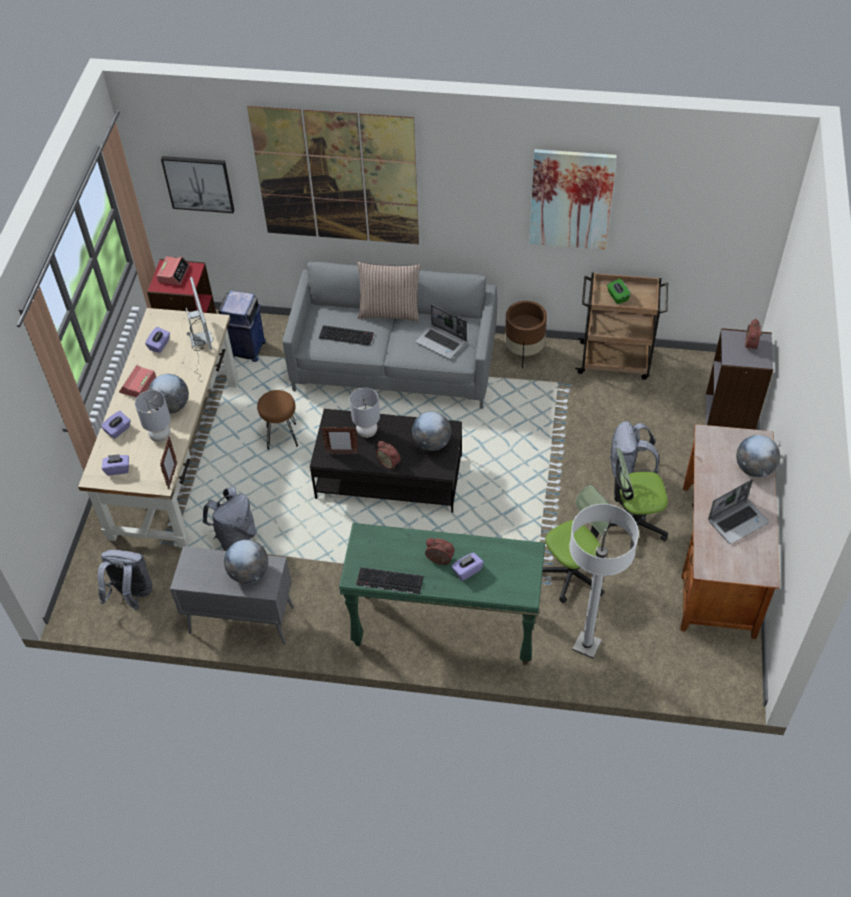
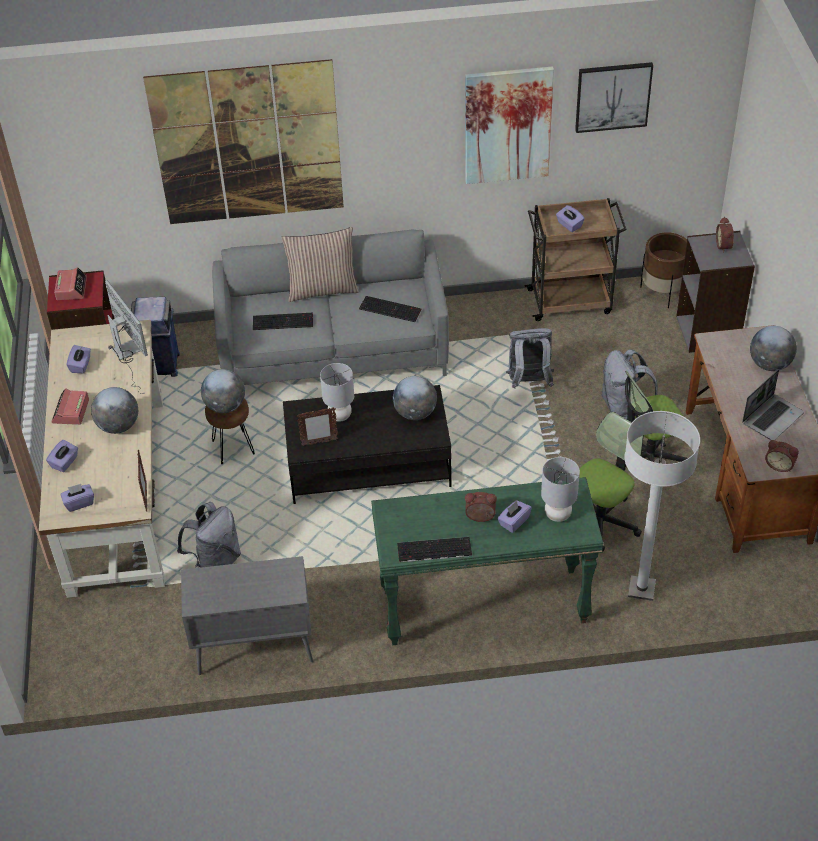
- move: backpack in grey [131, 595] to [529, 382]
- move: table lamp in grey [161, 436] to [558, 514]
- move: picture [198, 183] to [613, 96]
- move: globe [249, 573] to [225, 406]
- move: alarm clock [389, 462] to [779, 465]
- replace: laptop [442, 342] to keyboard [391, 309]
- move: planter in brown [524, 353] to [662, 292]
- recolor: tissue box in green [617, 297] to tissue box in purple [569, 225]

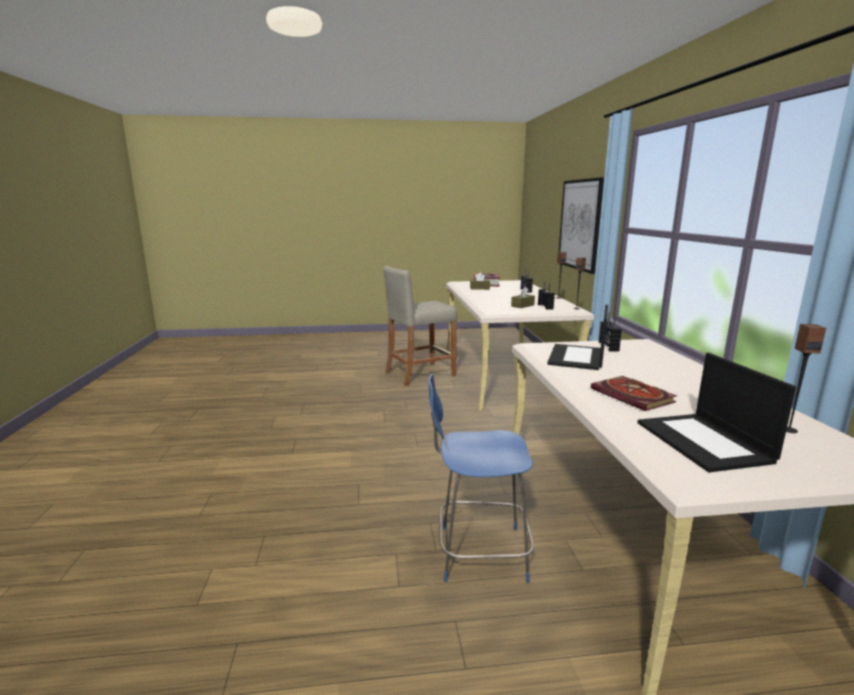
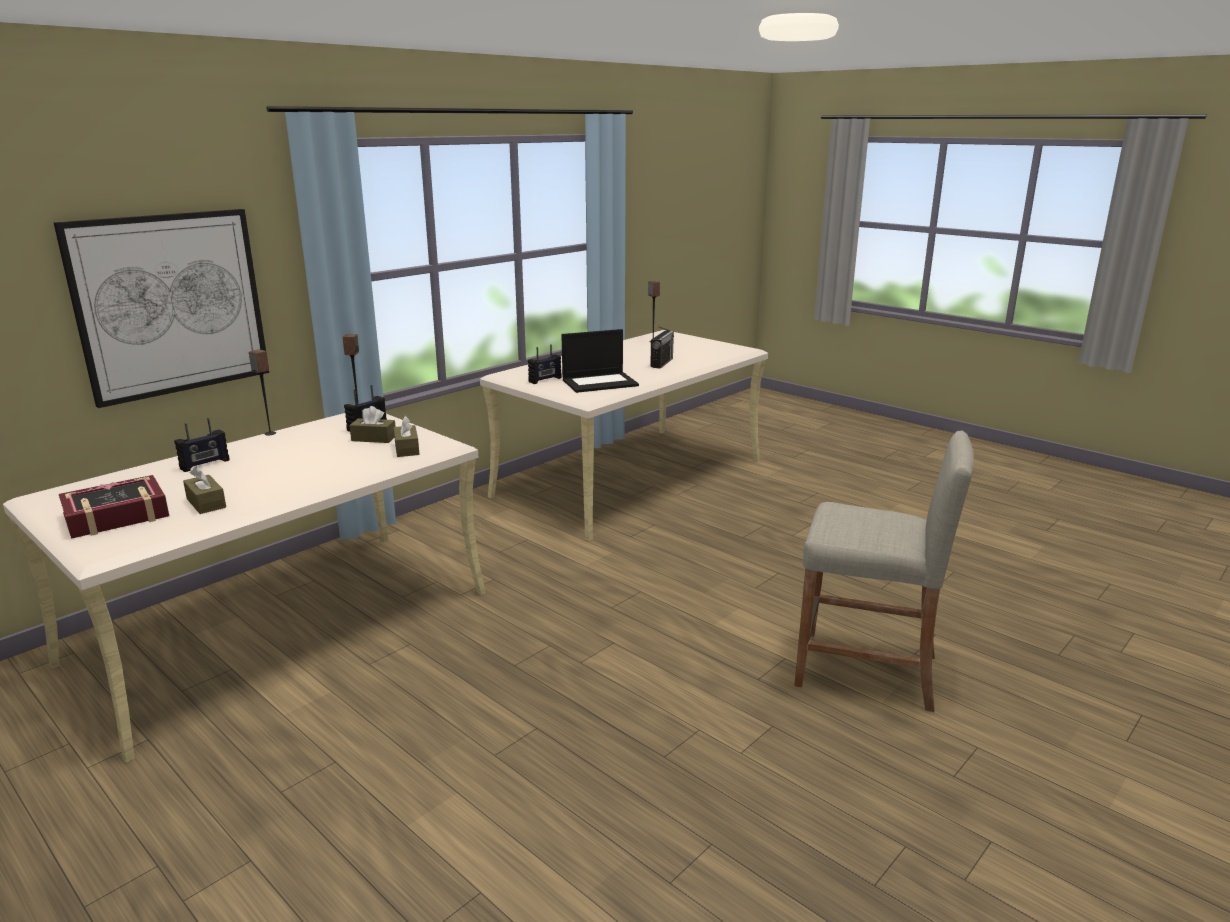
- move: stool in beige [420, 374] to [866, 670]
- delete: chair in blue [478, 553]
- replace: book [634, 396] to radio [661, 363]
- delete: laptop [704, 442]
- insert: tissue box in brown [407, 449]

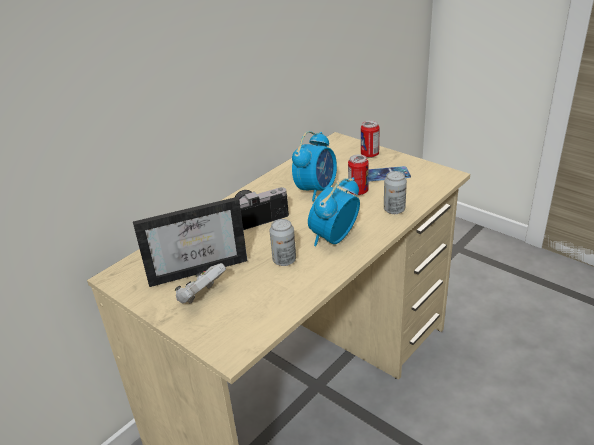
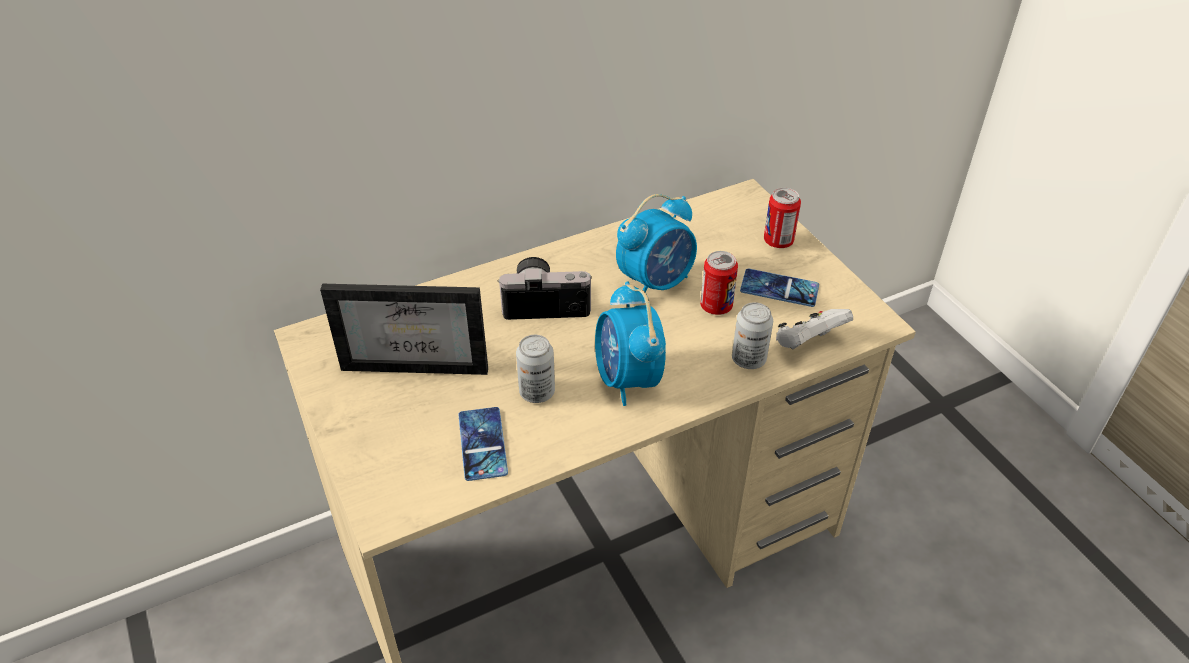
- move: game controller in white [201, 296] to [808, 343]
- rotate: alarm clock [333, 238] = [627, 380] 75 degrees counterclockwise
- insert: phone [482, 444]

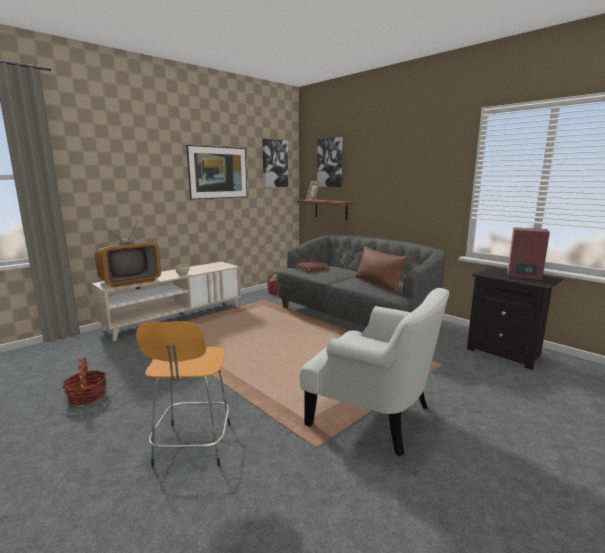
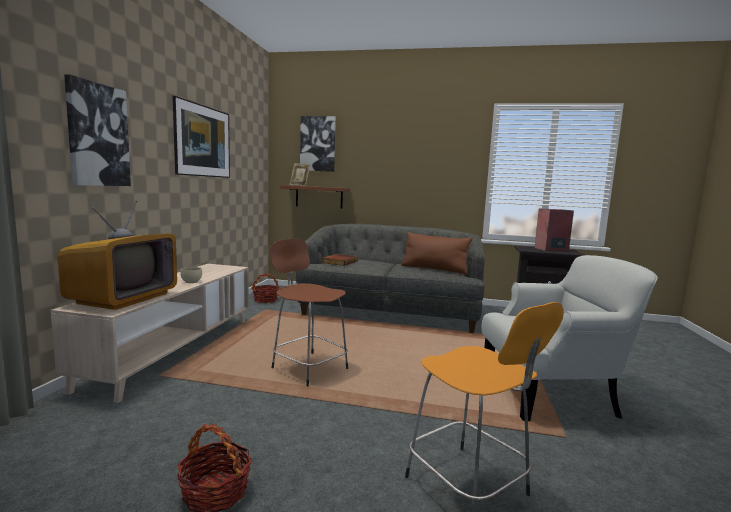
- move: picture [274, 163] to [97, 135]
- insert: stool in brown [308, 368]

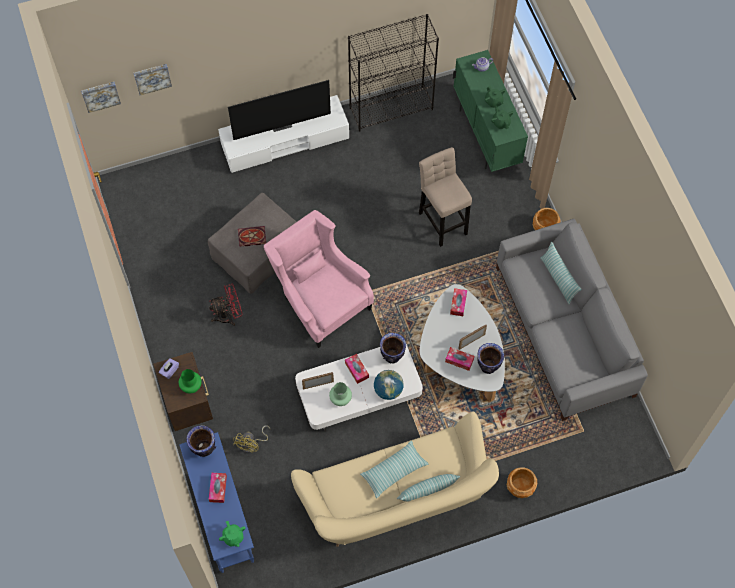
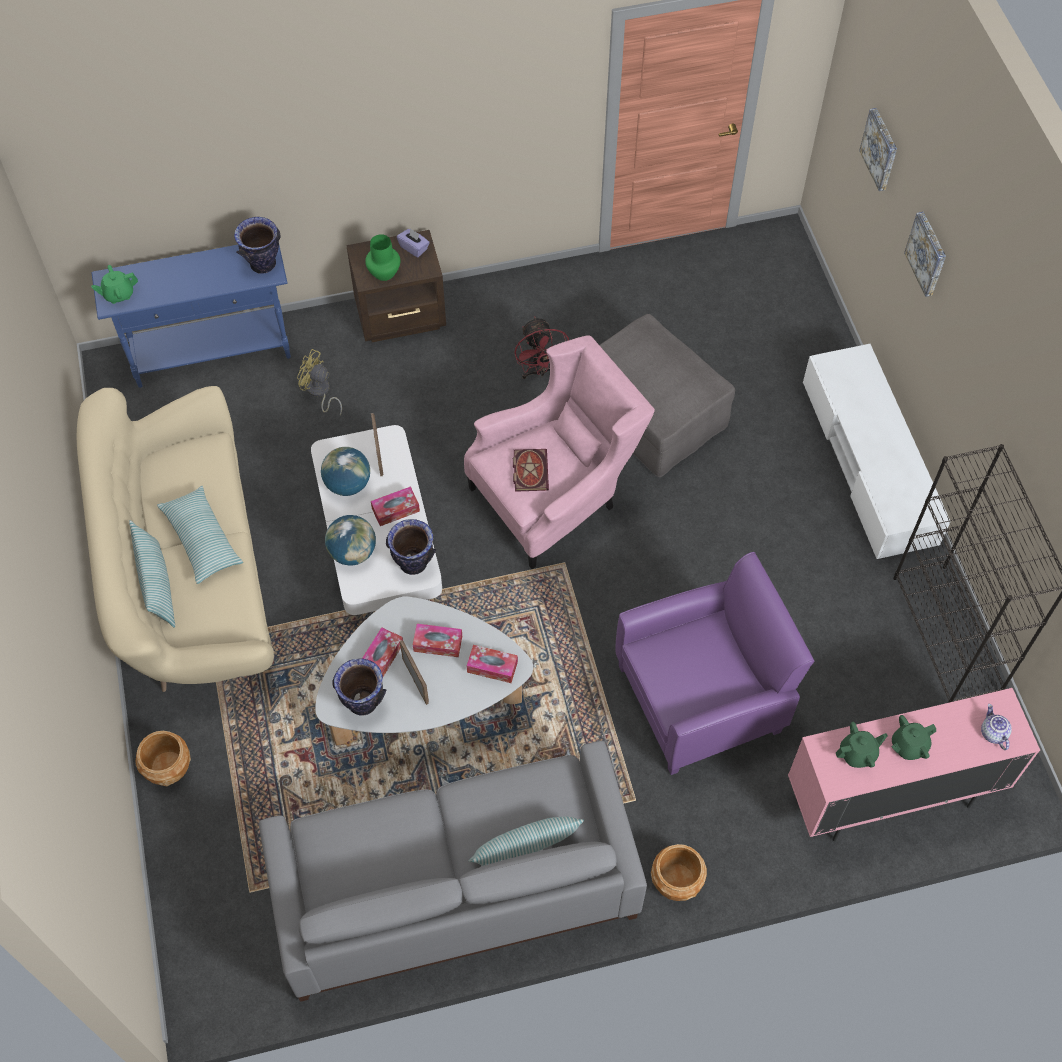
- move: picture [100, 95] to [928, 253]
- move: tissue box [218, 489] to [438, 643]
- delete: television [281, 124]
- move: book [251, 237] to [529, 470]
- replace: vase in green [341, 399] to globe [348, 484]
- replace: stool in beige [442, 220] to armchair in purple [701, 698]
- recolor: cabinet in green [486, 136] to cabinet in pink [890, 797]

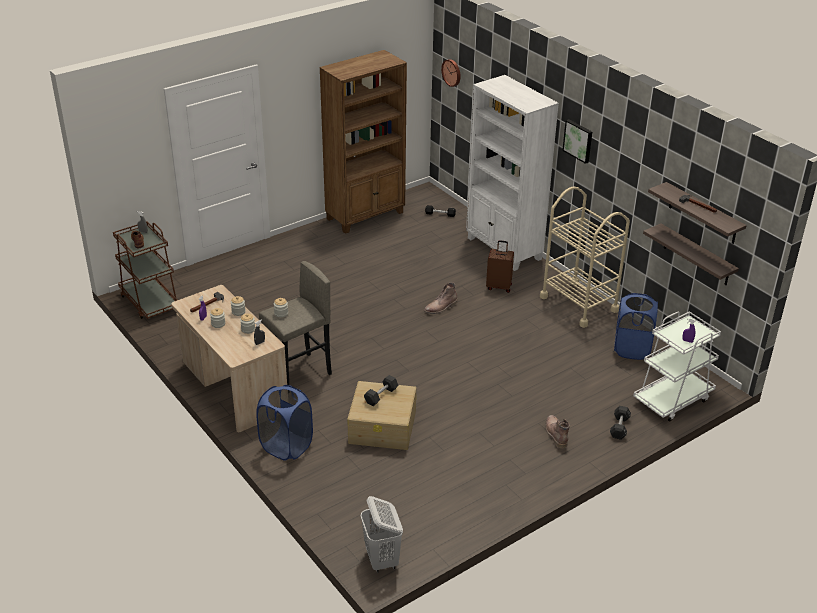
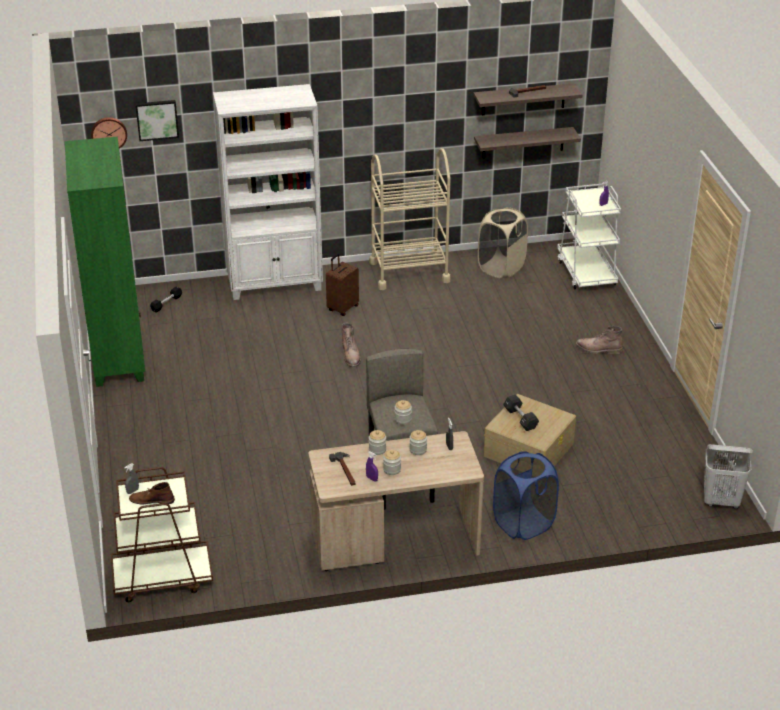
- recolor: bookcase in brown [366, 216] to bookcase in green [118, 355]
- move: picture [578, 140] to [157, 119]
- delete: dumbbell in black [619, 427]
- recolor: laundry basket in blue [631, 349] to laundry basket in beige [501, 268]

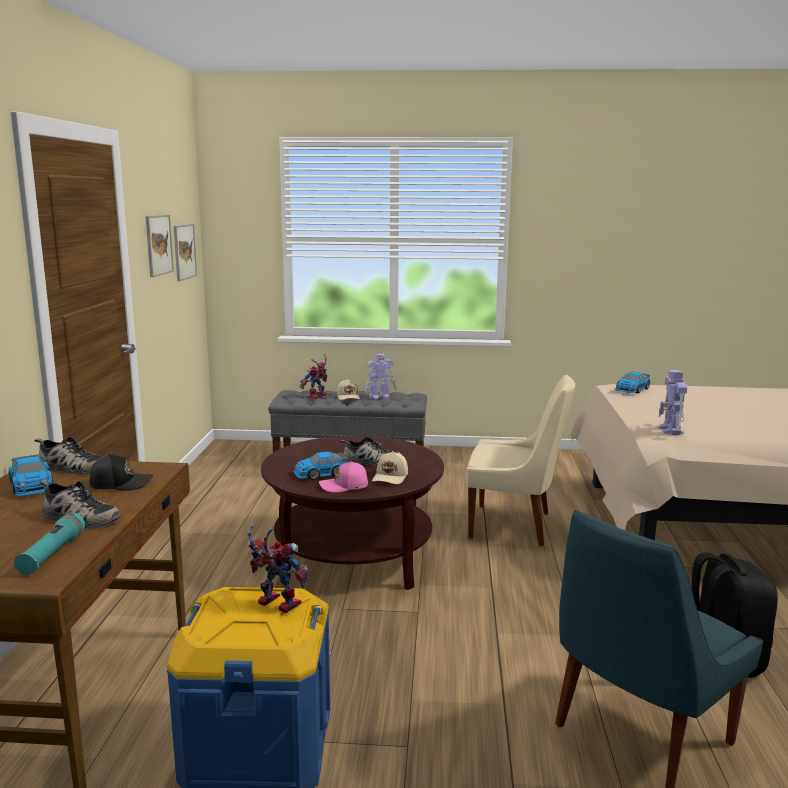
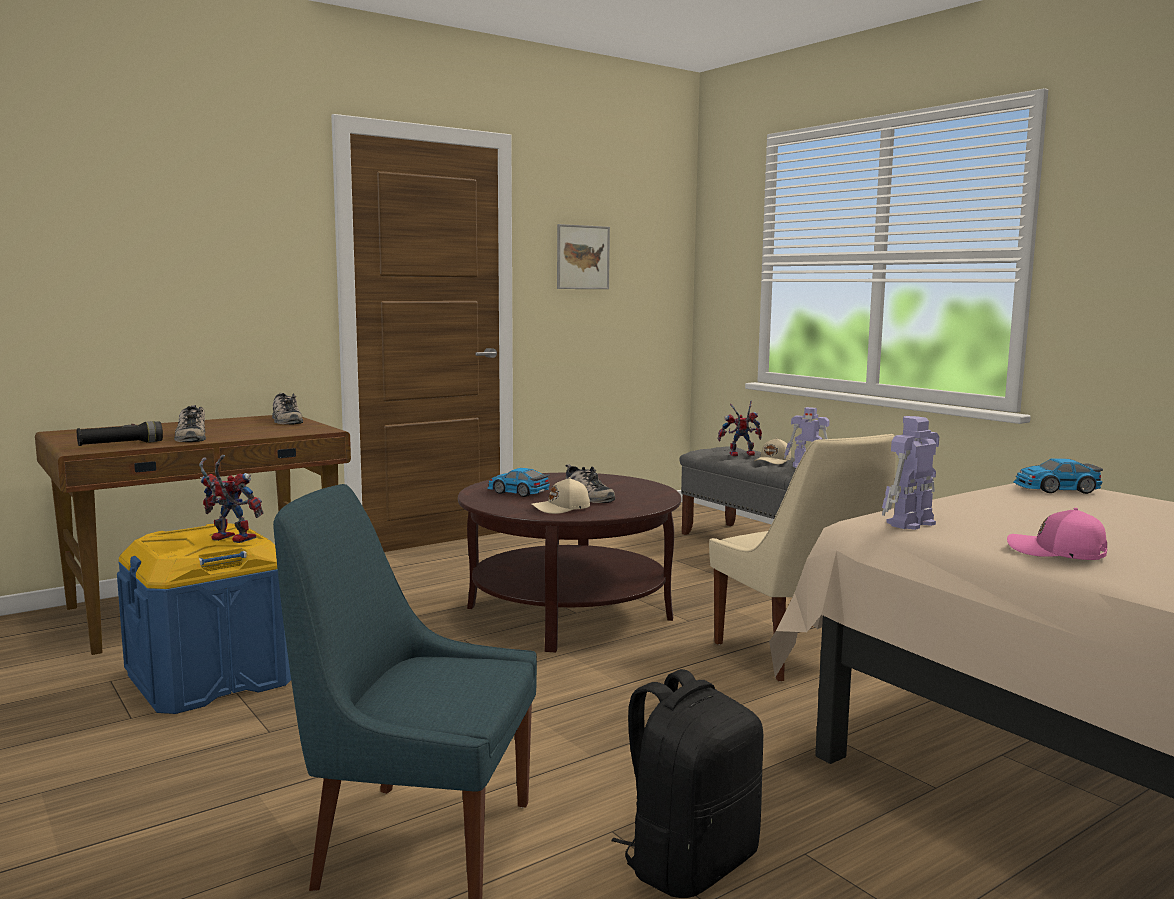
- delete: toy car [32, 486]
- recolor: flashlight in turquoise [52, 554] to flashlight in black [121, 444]
- delete: cap in black [121, 483]
- delete: picture [184, 251]
- rotate: toy robot [274, 604] = [228, 539] 60 degrees counterclockwise
- move: cap in pink [344, 486] to [1057, 552]

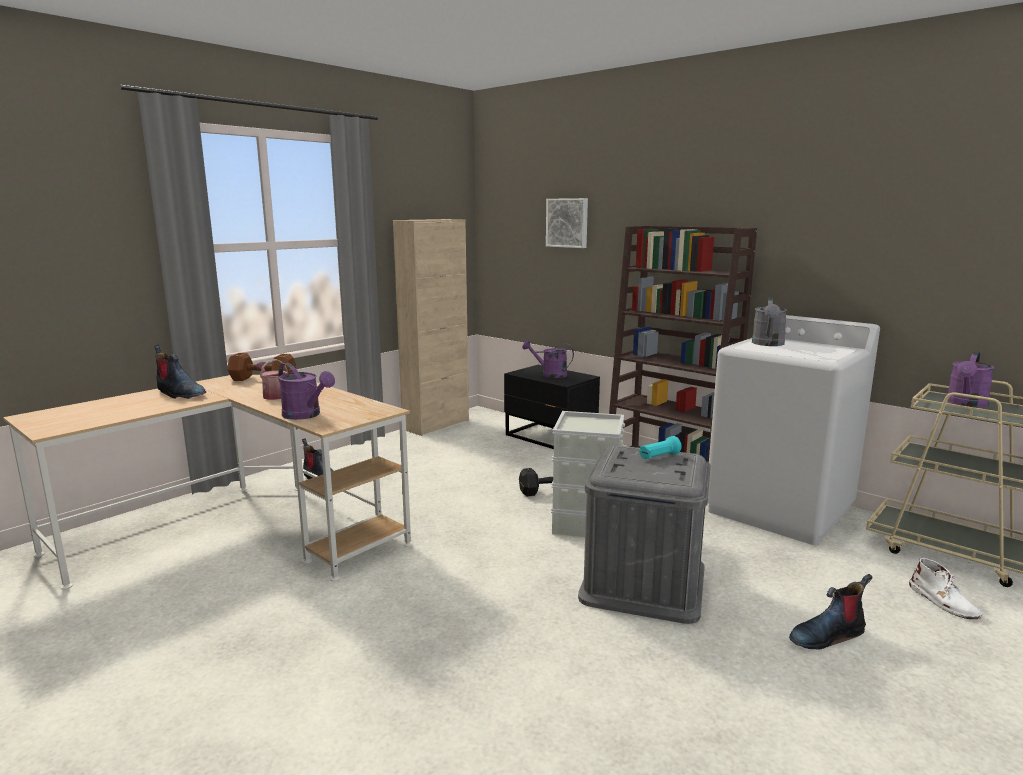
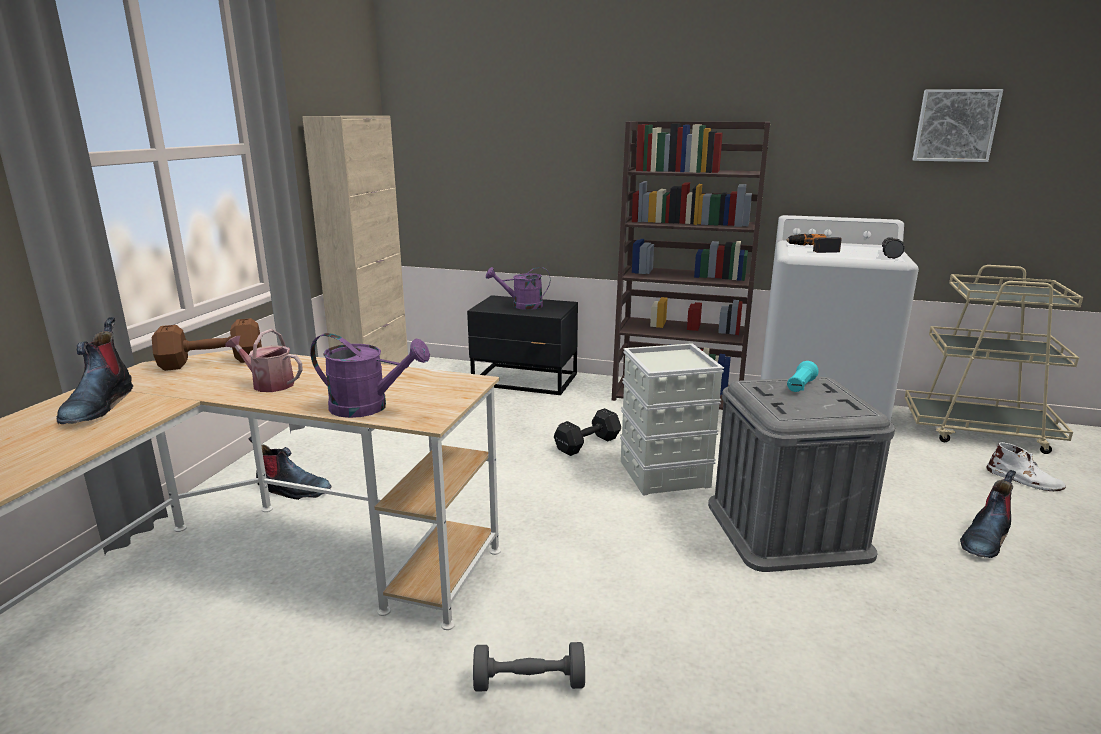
- rotate: boot [179, 393] = [98, 405] 75 degrees clockwise
- move: picture [567, 223] to [955, 125]
- replace: watering can in grey [768, 344] to power drill [812, 248]
- delete: watering can in purple [966, 404]
- insert: dumbbell in grey [529, 683]
- insert: flashlight [891, 255]

